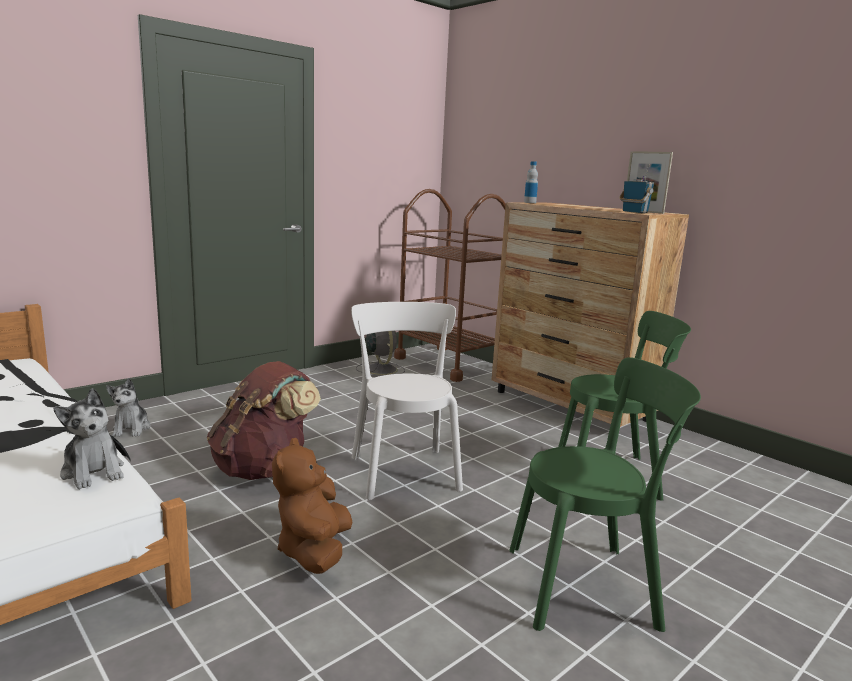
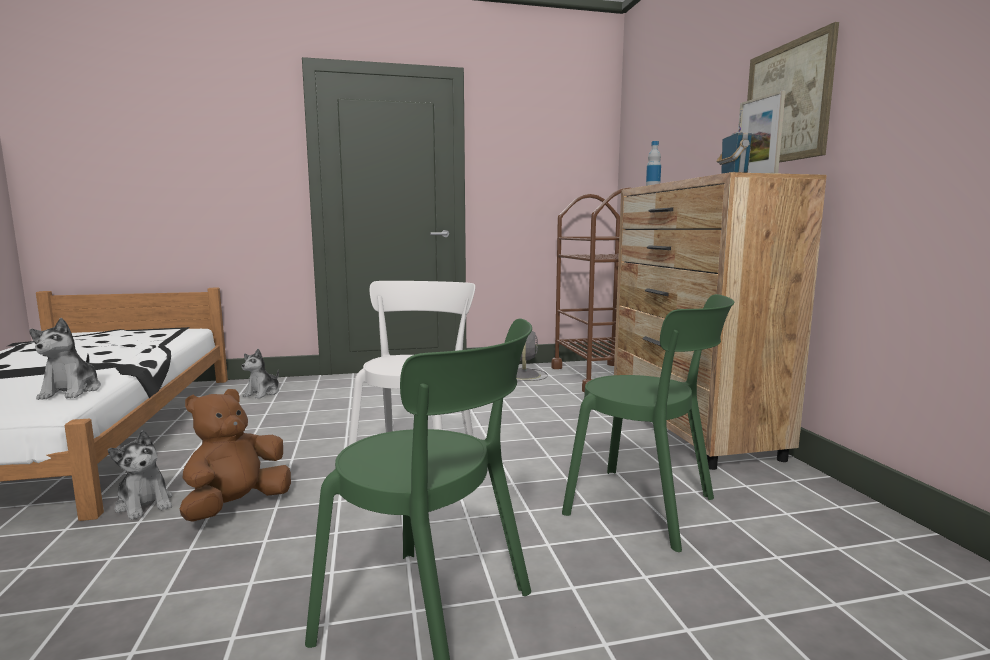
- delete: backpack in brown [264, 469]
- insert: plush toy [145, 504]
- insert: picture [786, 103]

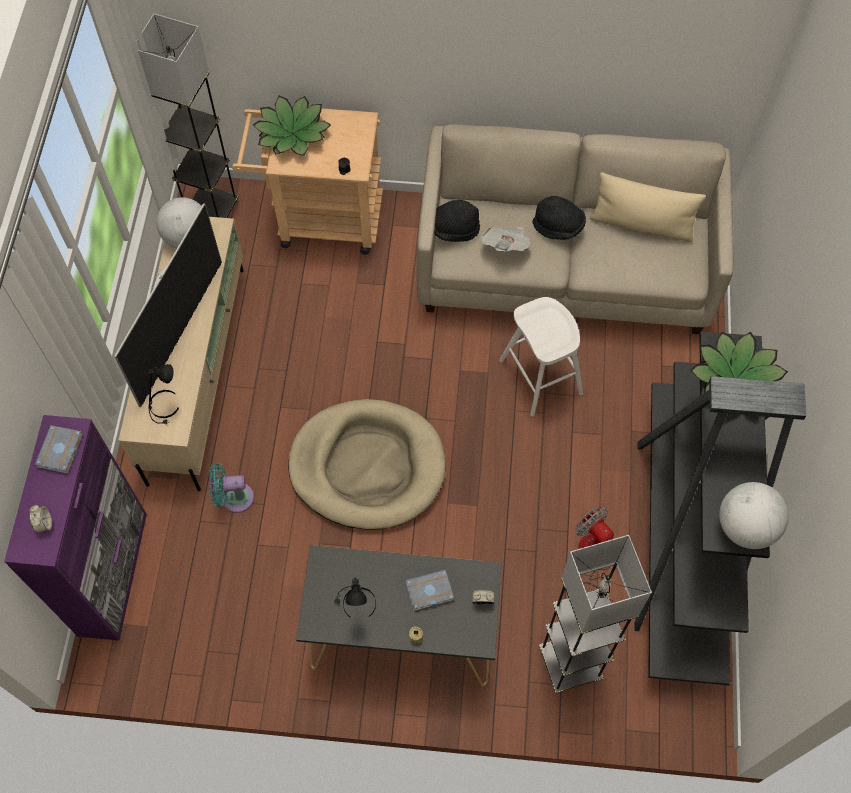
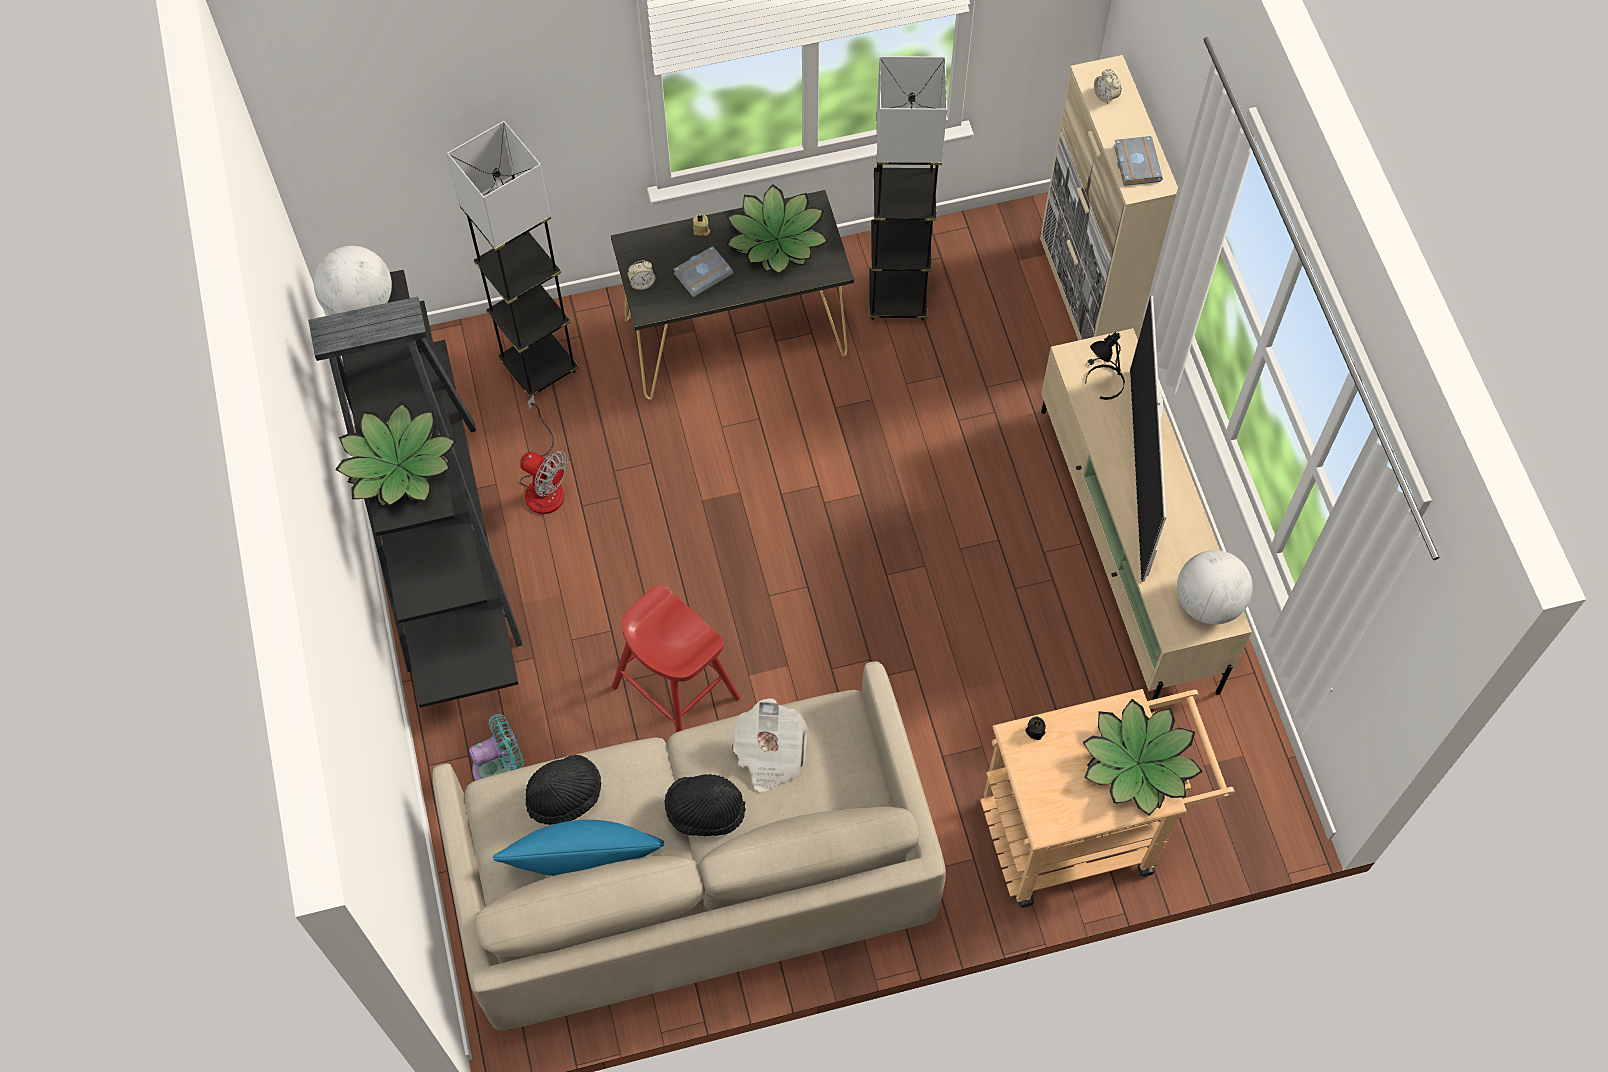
- recolor: cabinet in purple [113, 573] to cabinet in beige [1087, 297]
- move: floor lamp in grey [212, 210] to [897, 298]
- move: fan in turquoise [234, 498] to [500, 767]
- delete: dog bed in beige [367, 466]
- replace: table lamp in black [357, 604] to potted plant [776, 239]
- move: hat in black [453, 229] to [565, 796]
- recolor: stool in white [540, 376] to stool in red [676, 692]
- recolor: pillow in beige [641, 224] to pillow in blue [584, 860]

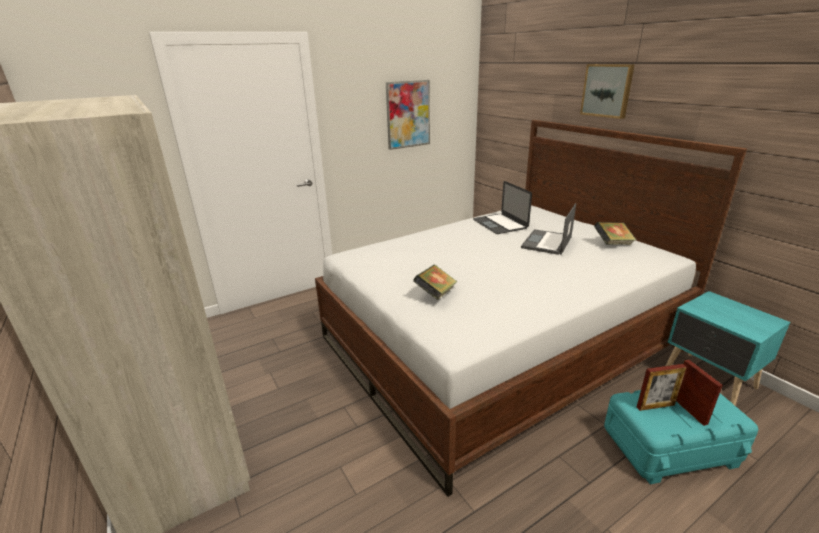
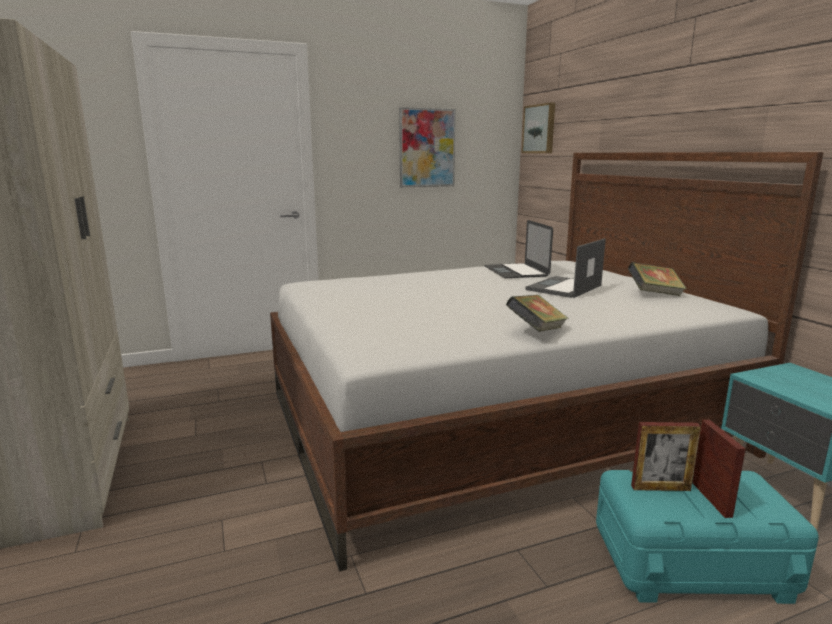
- move: book [435, 294] to [536, 331]
- move: picture [607, 90] to [540, 129]

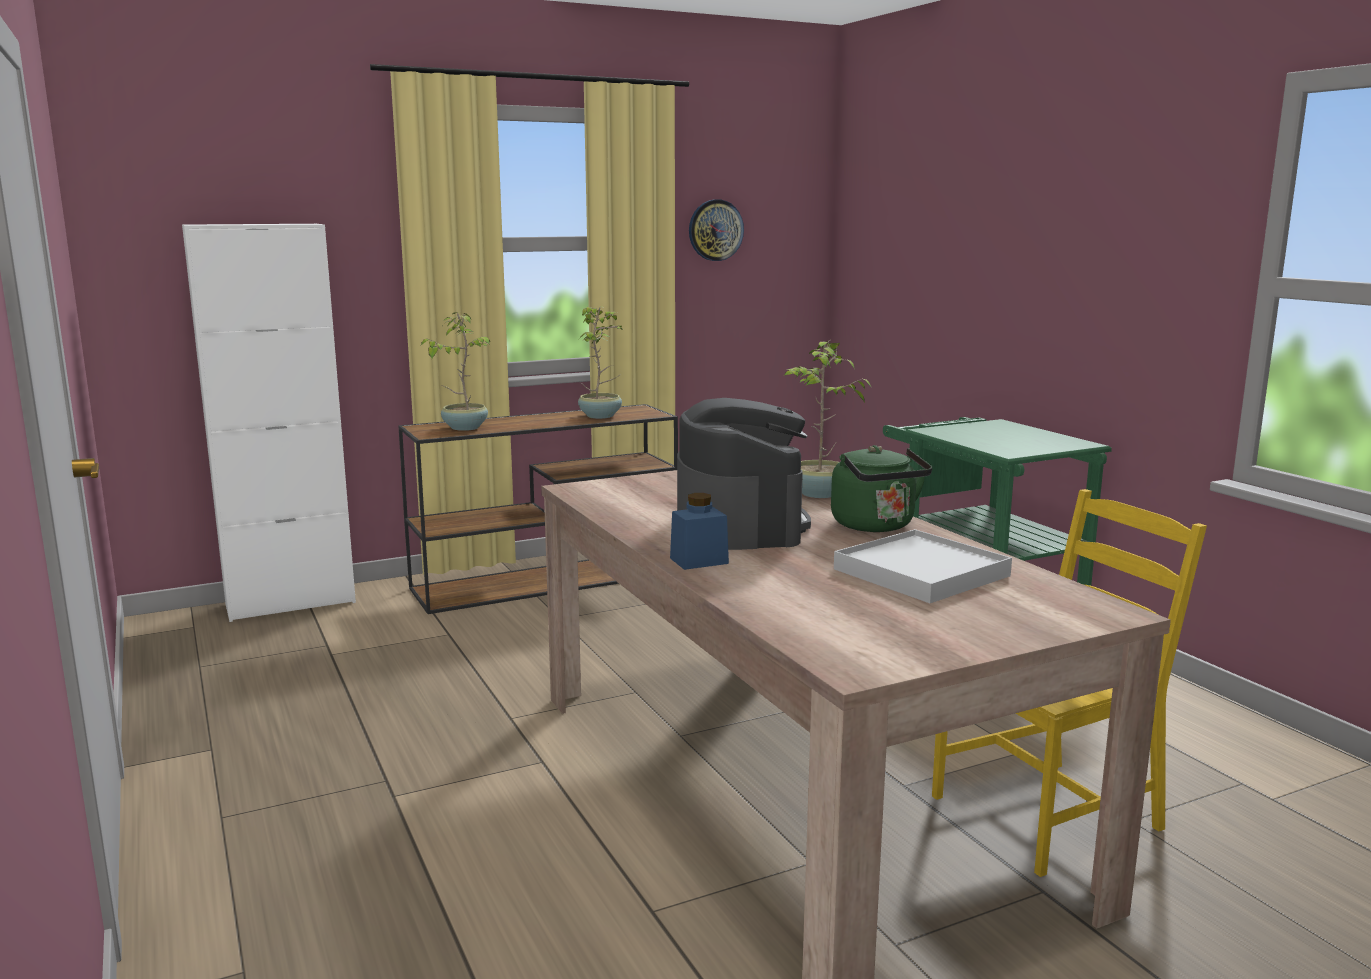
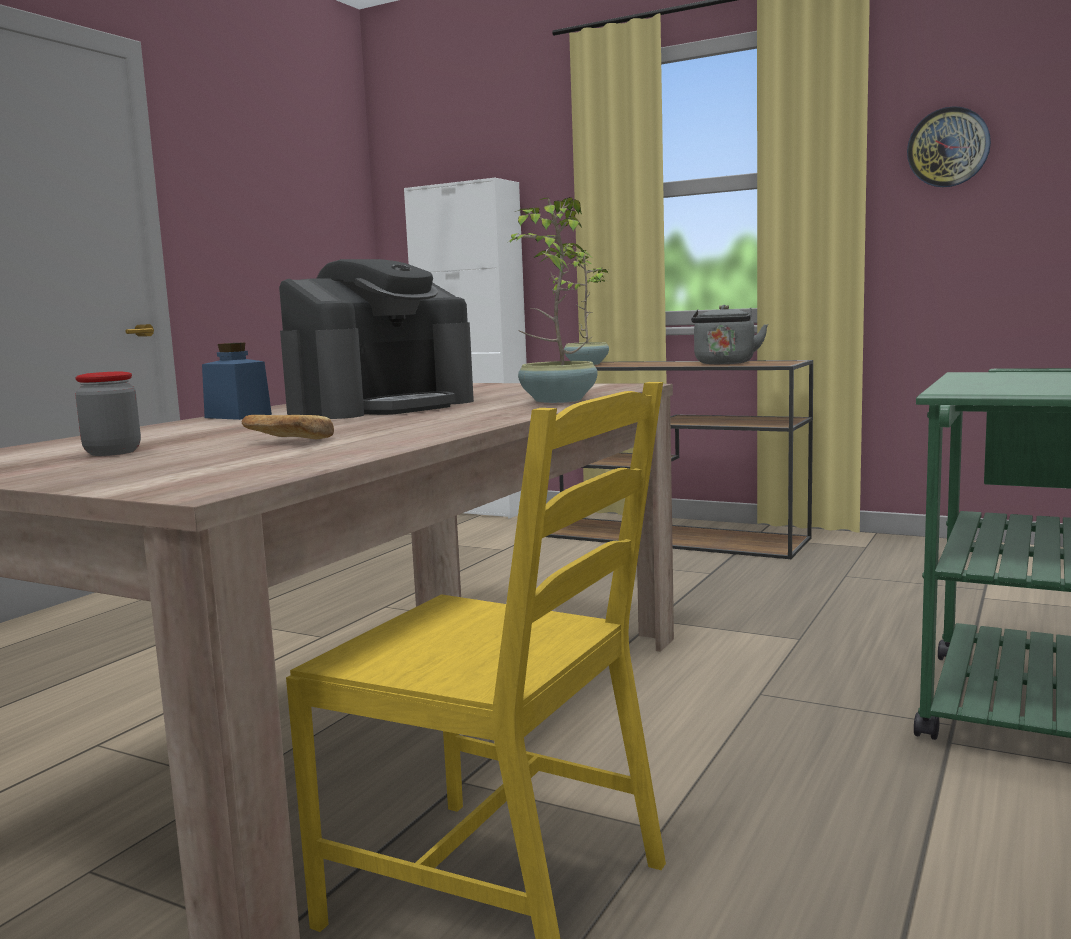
- replace: potted plant [601, 416] to kettle in grey [724, 363]
- delete: kettle in green [876, 526]
- replace: tray in white [921, 572] to bread [286, 442]
- insert: jar [112, 452]

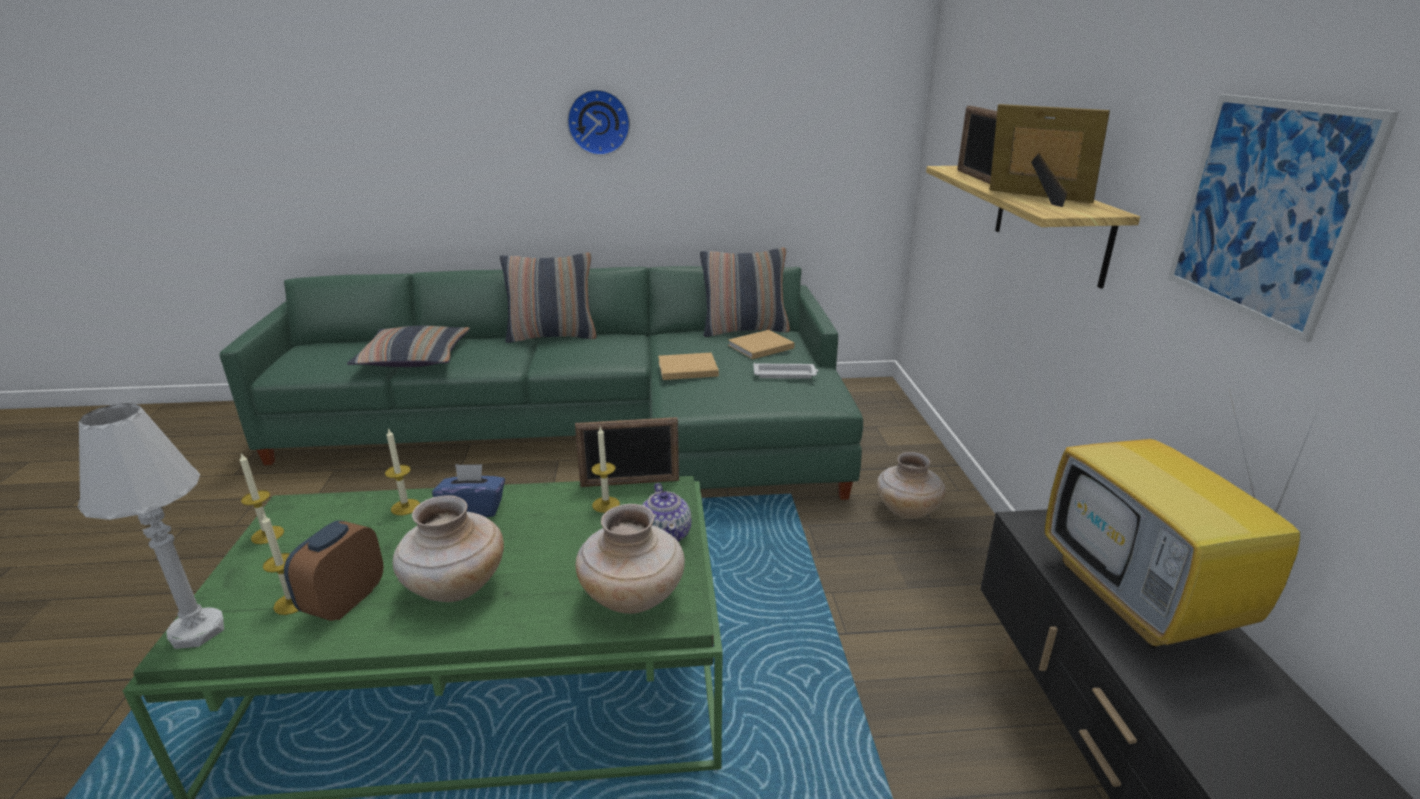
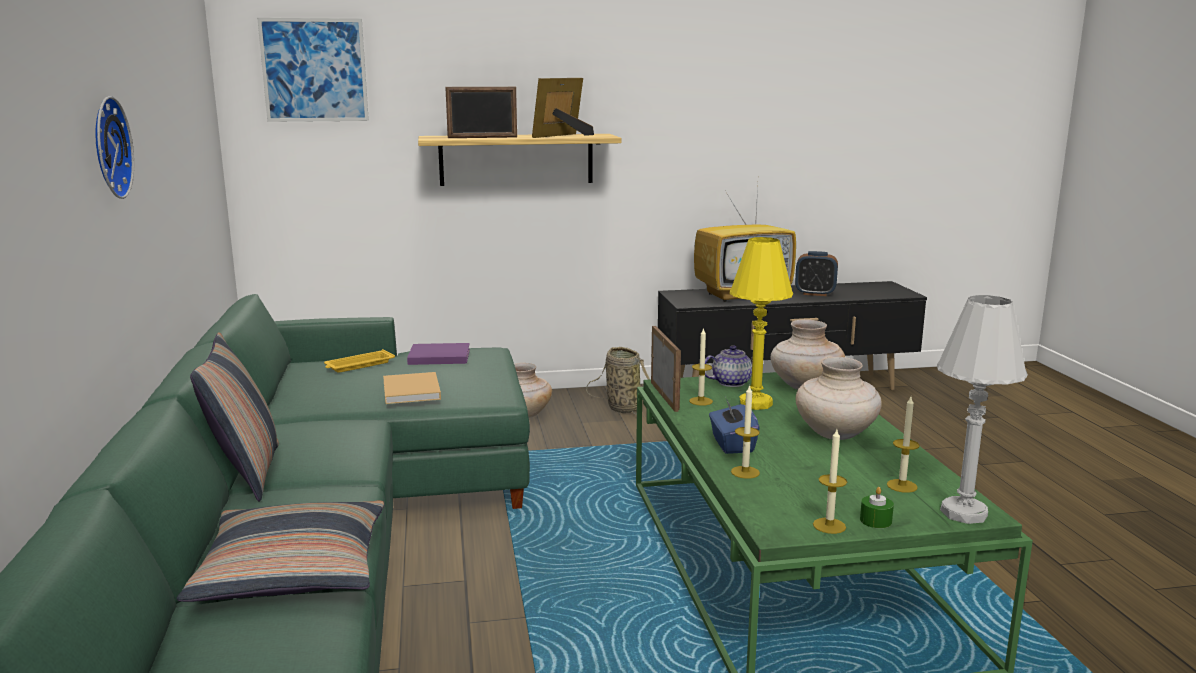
- move: alarm clock [344, 601] to [815, 293]
- delete: pillow [744, 330]
- replace: book in beige [759, 347] to tray in yellow [358, 365]
- replace: tray in white [785, 374] to book in purple [437, 356]
- move: picture [1265, 210] to [314, 70]
- insert: basket [622, 408]
- insert: table lamp in yellow [755, 403]
- insert: candle in green [875, 521]

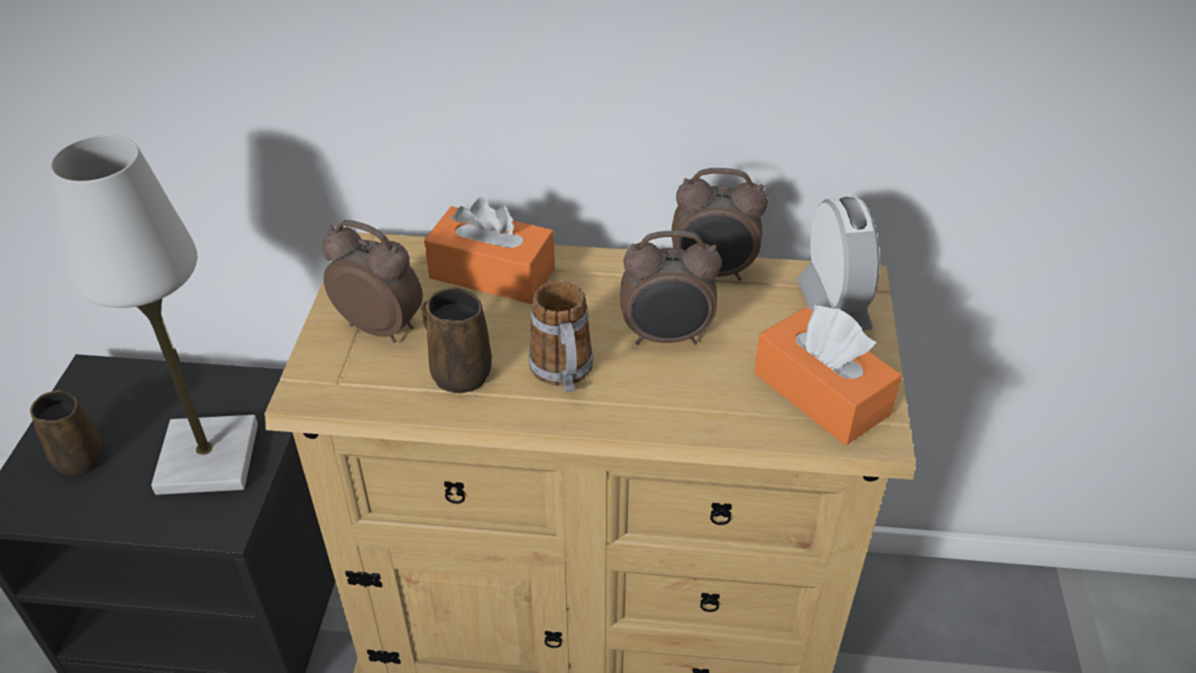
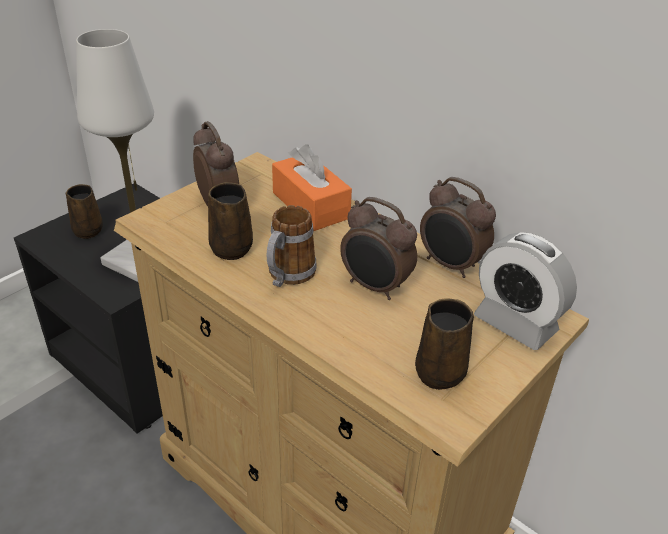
- replace: tissue box in orange [821, 393] to mug in brown [442, 372]
- rotate: alarm clock [833, 305] = [515, 324] 105 degrees clockwise

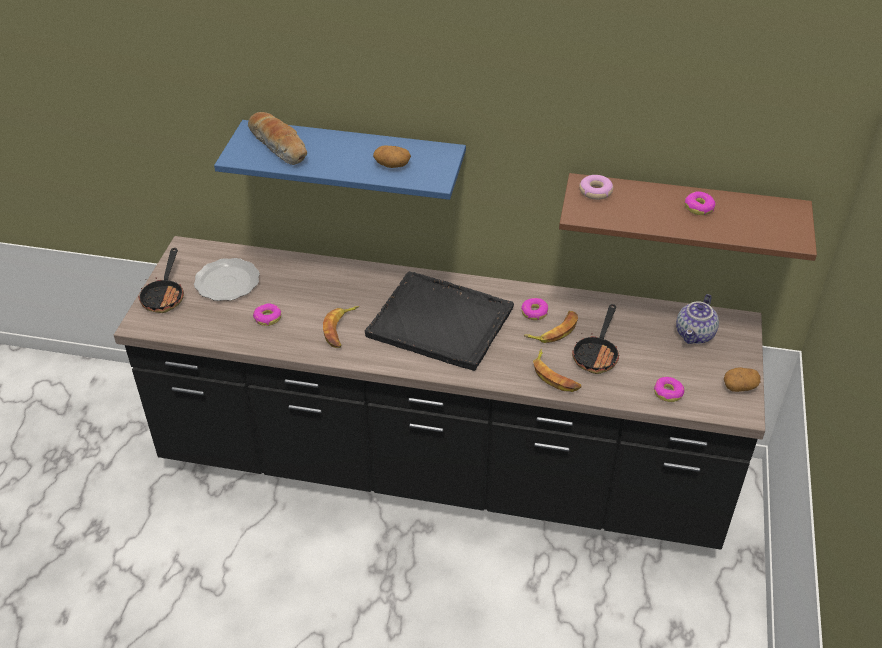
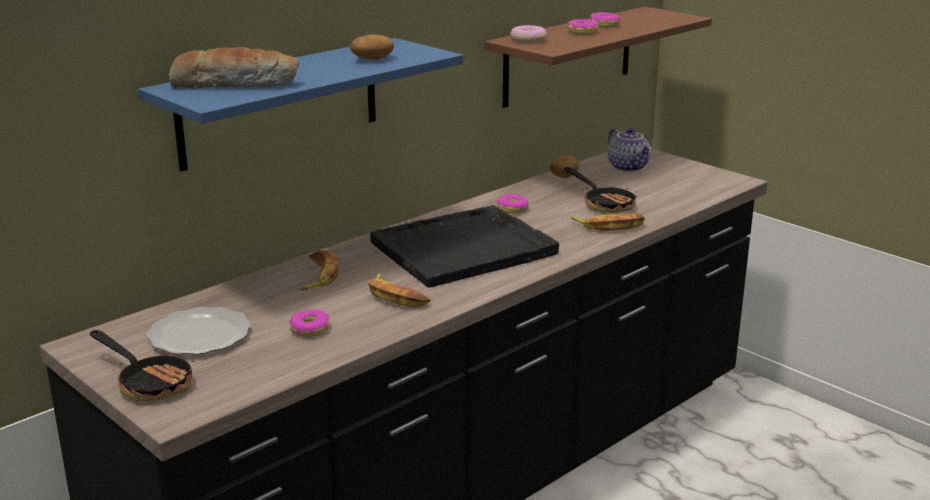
- move: banana [554, 330] to [317, 276]
- move: donut [668, 393] to [582, 32]
- move: potato [740, 386] to [564, 175]

